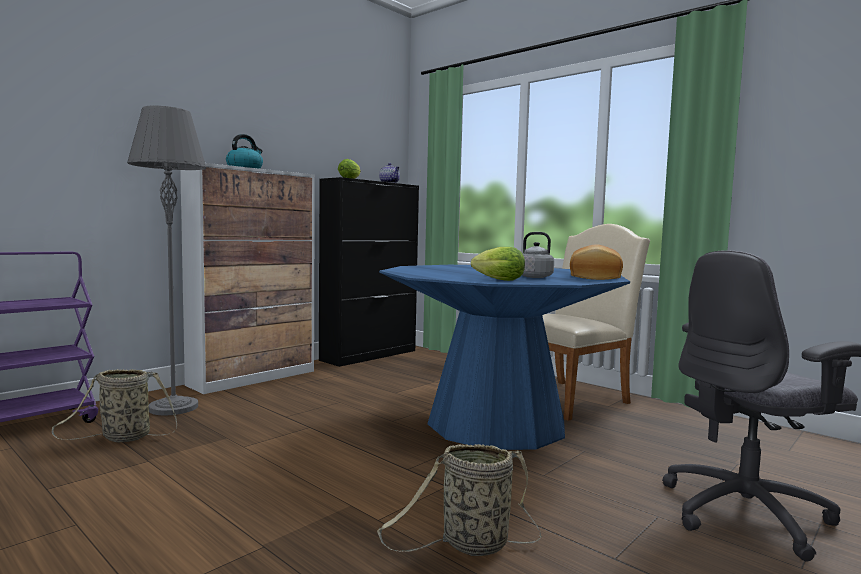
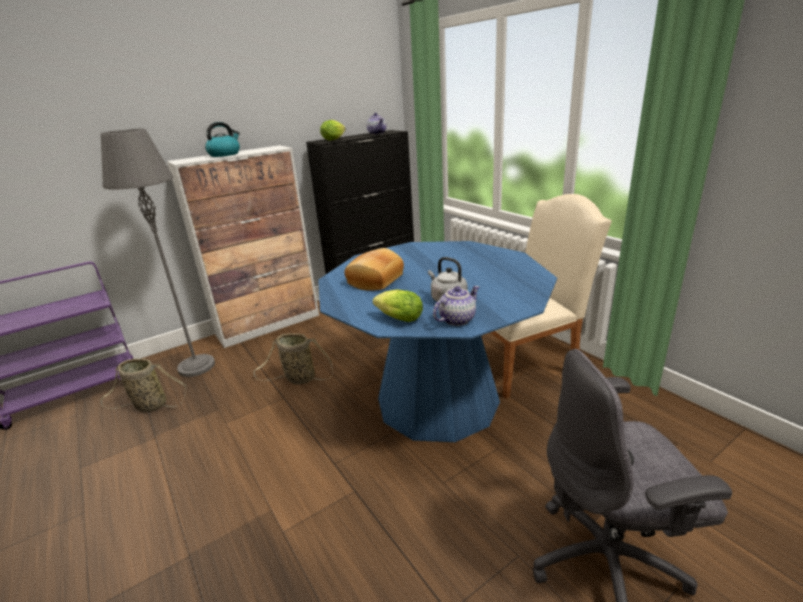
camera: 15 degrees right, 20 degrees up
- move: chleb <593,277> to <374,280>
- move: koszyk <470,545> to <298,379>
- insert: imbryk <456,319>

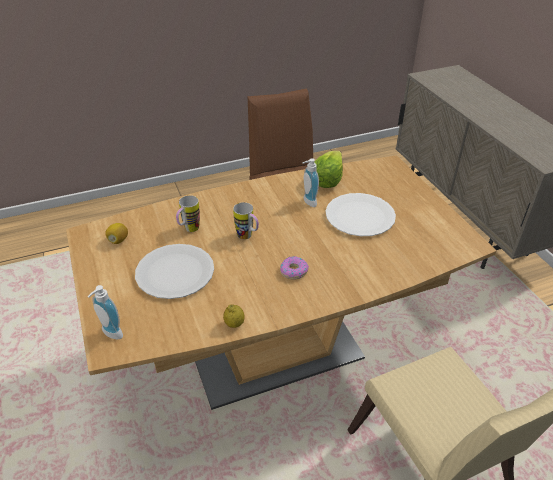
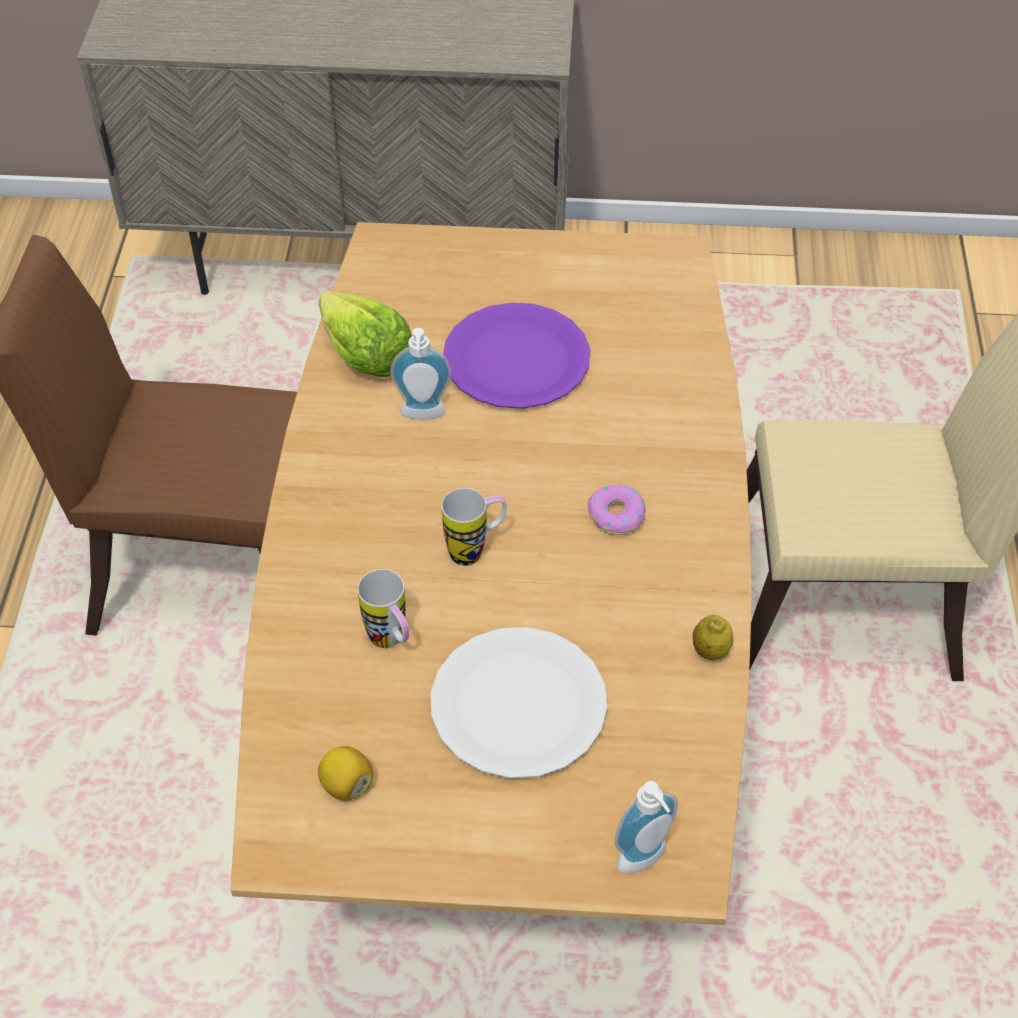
camera: 65 degrees left, 10 degrees up
- recolor: talerz (biały) <360,216> to talerz (fioletowy) <516,359>

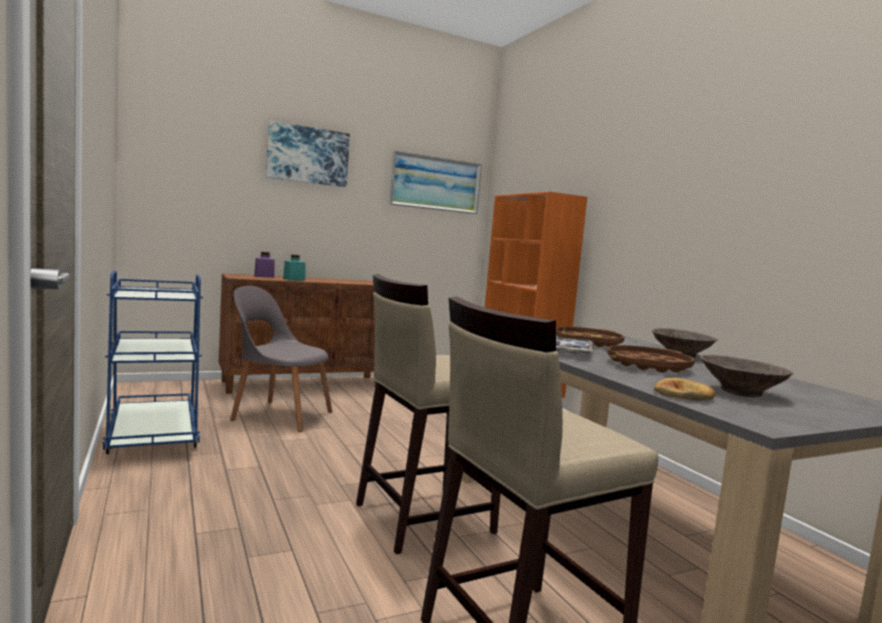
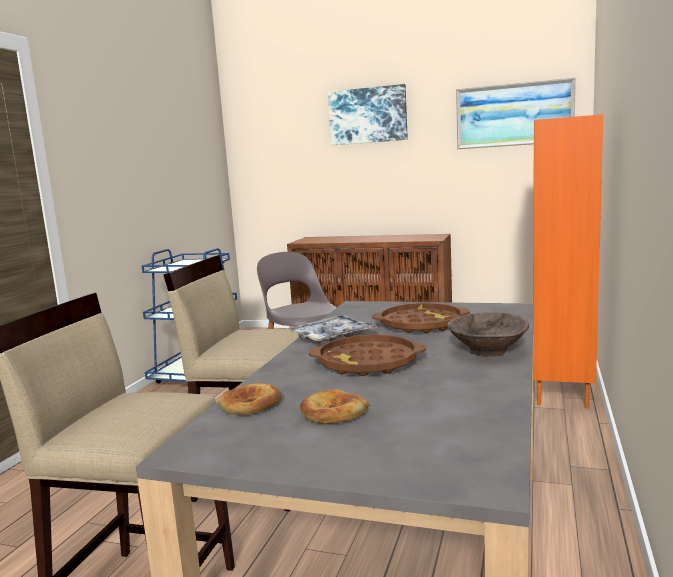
camera: 45 degrees right, 5 degrees up
- delete: słoik (fioletowy) <264,276>
- delete: słoik (turkusowy) <294,279>
- replace: miska (brązowy) <740,392> to chleb <333,412>

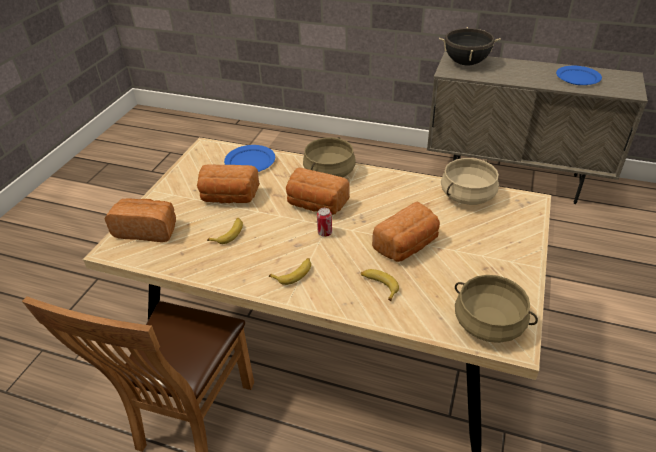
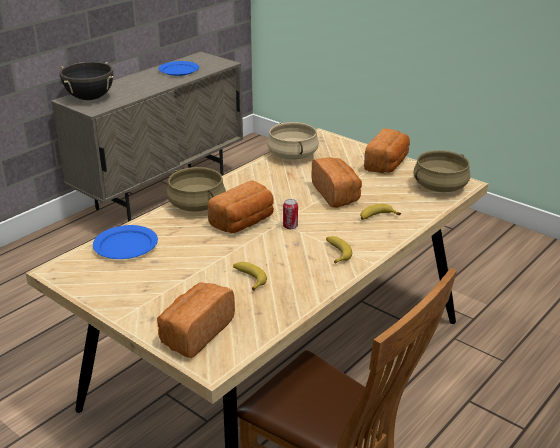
camera: 70 degrees left, 10 degrees down
- move: chleb <229,197> to <387,164>

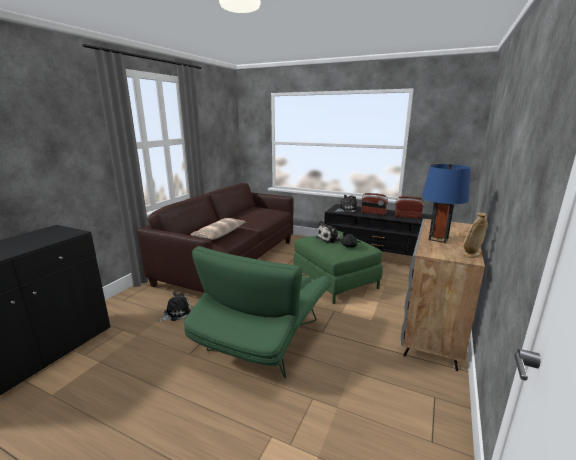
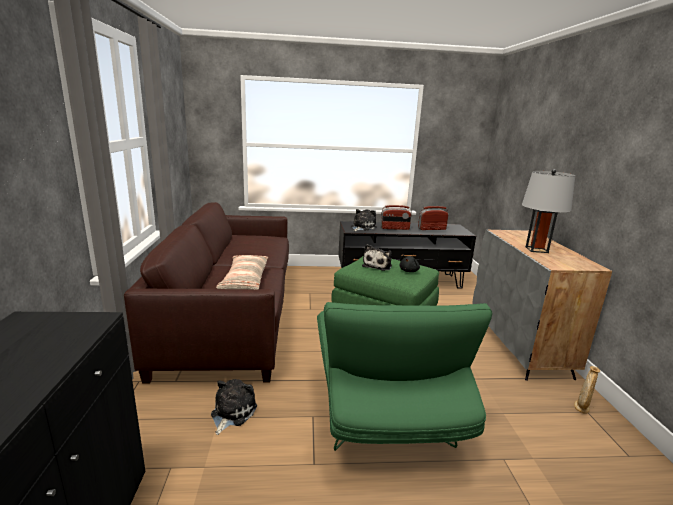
camera: 30 degrees left, 0 degrees up
- recolor: lampa stołowa (niebieski) <438,239> to lampa stołowa (szary) <536,249>
- move: wazon (beżowy) <471,255> to <581,407>

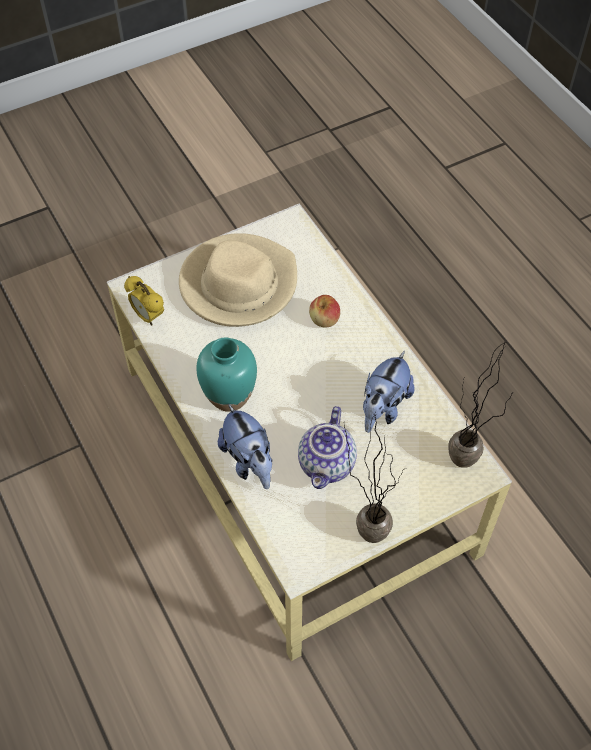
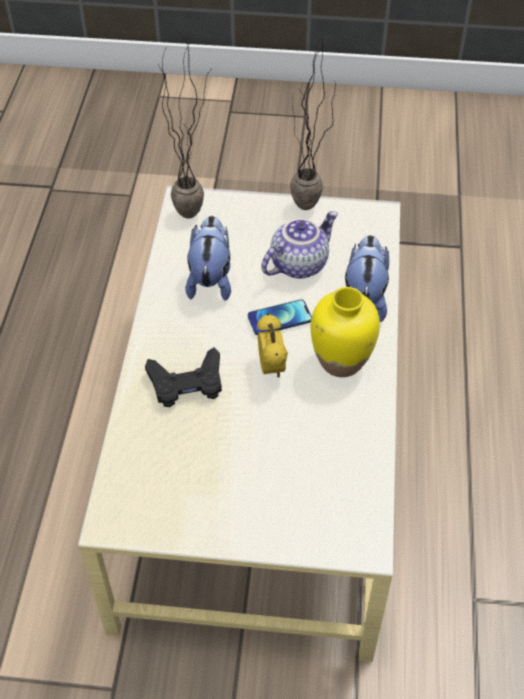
camera: 145 degrees left, 5 degrees down
- delete: kapelusz (beżowy) <238,284>
- move: budzik <148,317> to <271,368>
- replace: jabłko <324,320> to pad do gier (czarny) <186,383>
- recolor: wazon (turkusowy) <229,396> to wazon (żółty) <341,362>
- rotate: pluszak <383,408> = <211,279> 60 degrees counterclockwise
- insert: telefon <279,318>

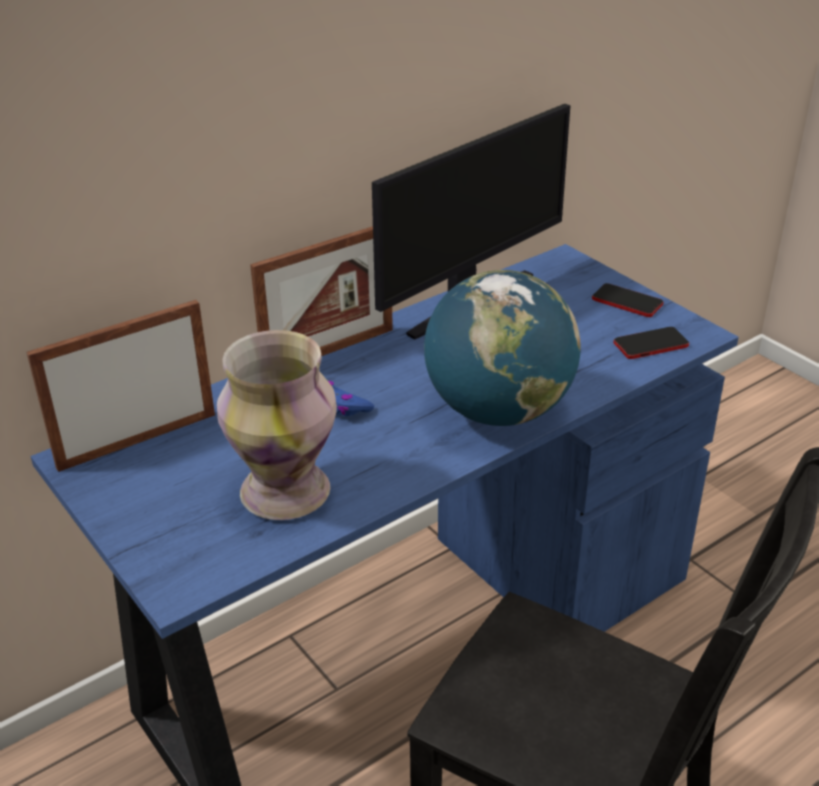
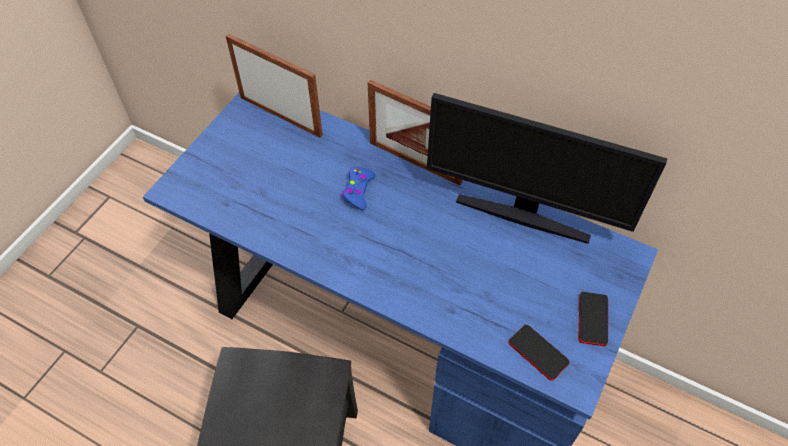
camera: 65 degrees right, 20 degrees up
- delete: globus <498,411>
- delete: wazon <285,491>

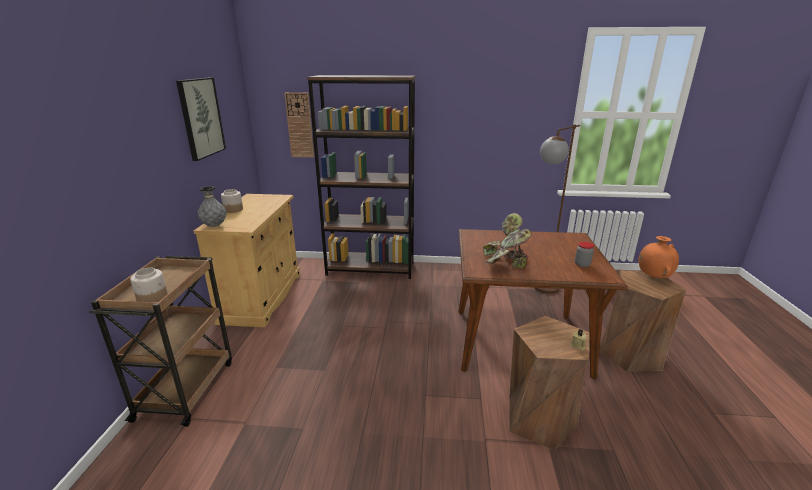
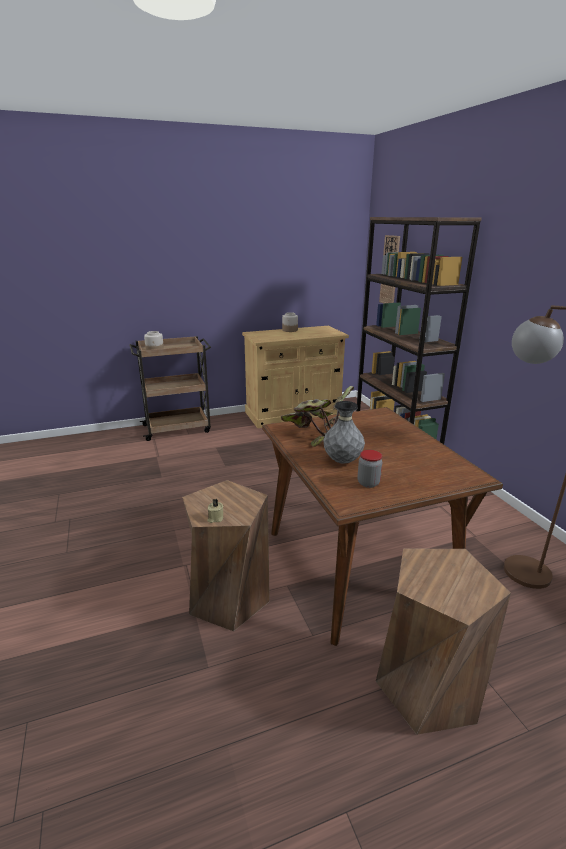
camera: 65 degrees right, 0 degrees up
- delete: obraz <201,118>
- move: wazon (szary) <214,226> to <342,461>
- delete: wazon (pomarańczowy) <653,277>

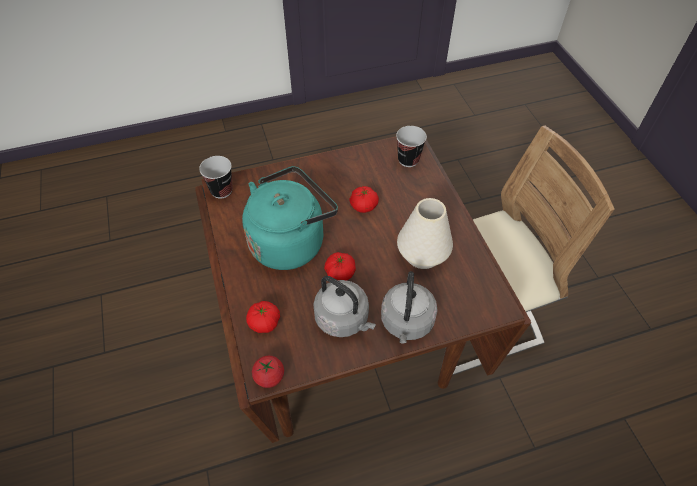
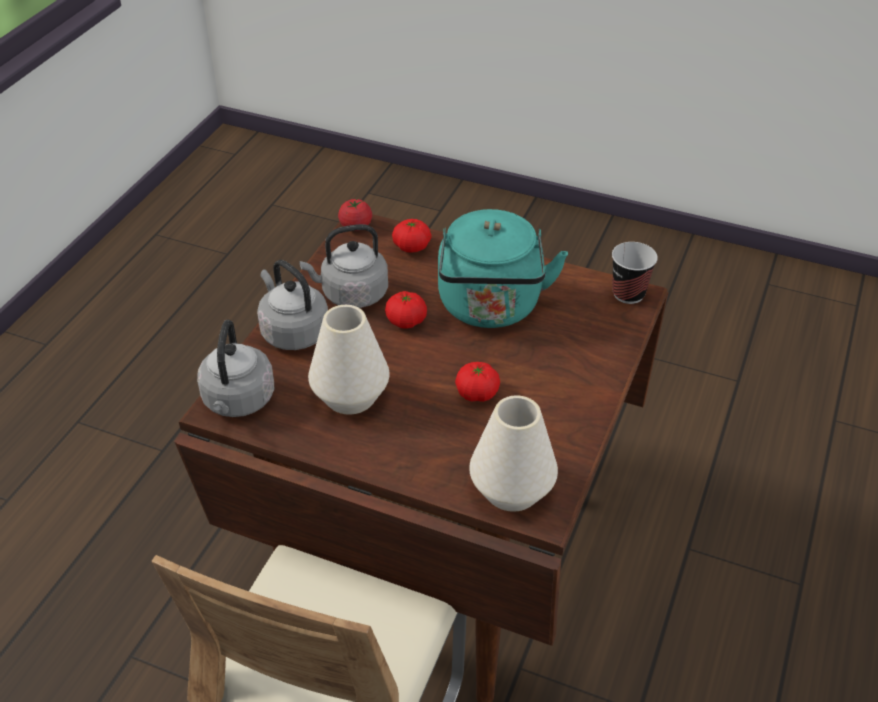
camera: 130 degrees right, 10 degrees down
- replace: filiżanka <408,160> to wazon (biały) <511,490>
- insert: czajnik (szary) <238,401>

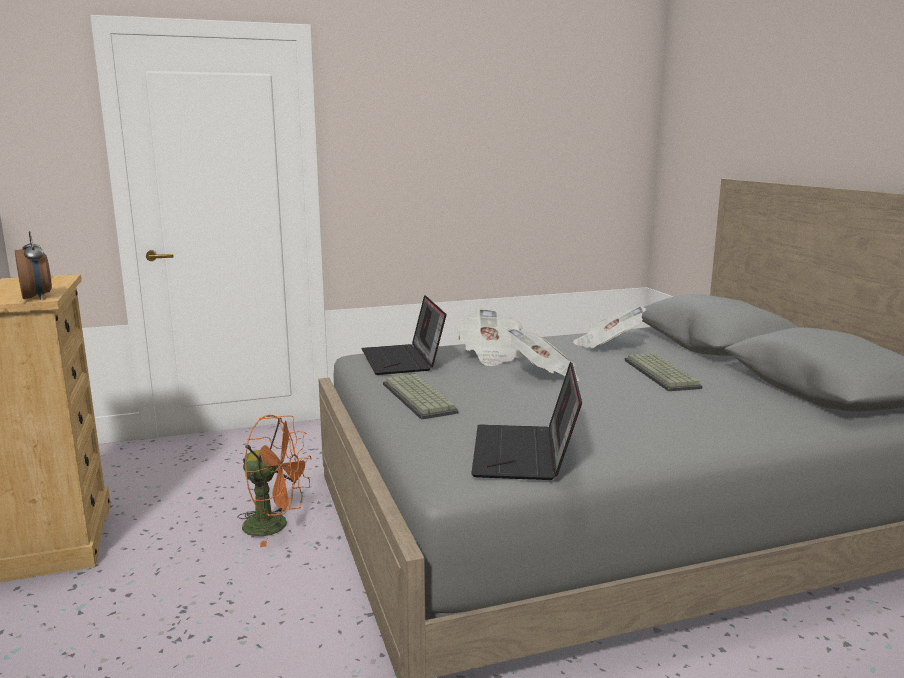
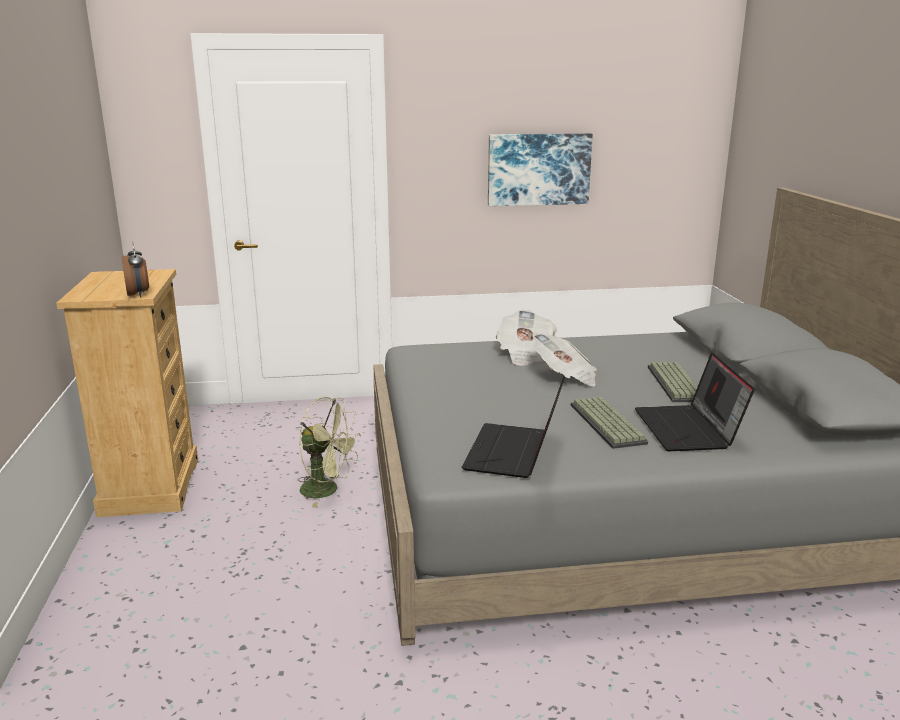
camera: 10 degrees right, 5 degrees up
- move: laptop <403,360> to <689,430>
- delete: gazeta <607,345>
- move: klawiatura <420,398> to <609,424>
- recolor: wentylator (pomarańczowy) <275,526> to wentylator (zielony) <327,490>
- insert: obraz <538,169>

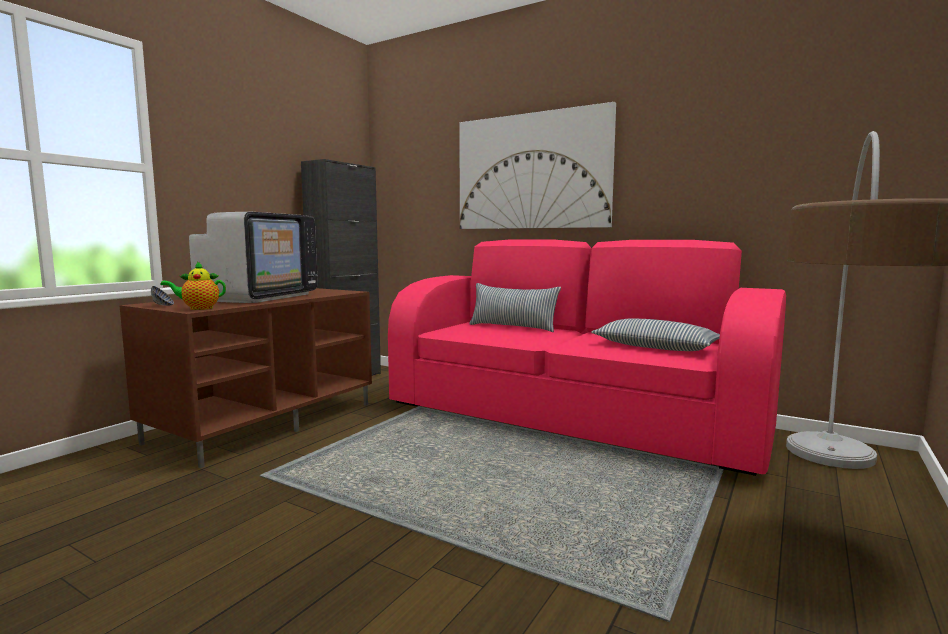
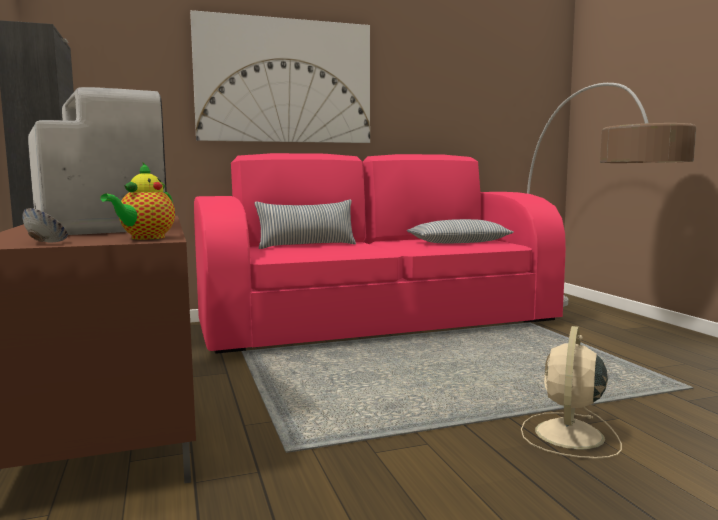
camera: 50 degrees left, 0 degrees up
- insert: wentylator (beżowy) <569,436>

